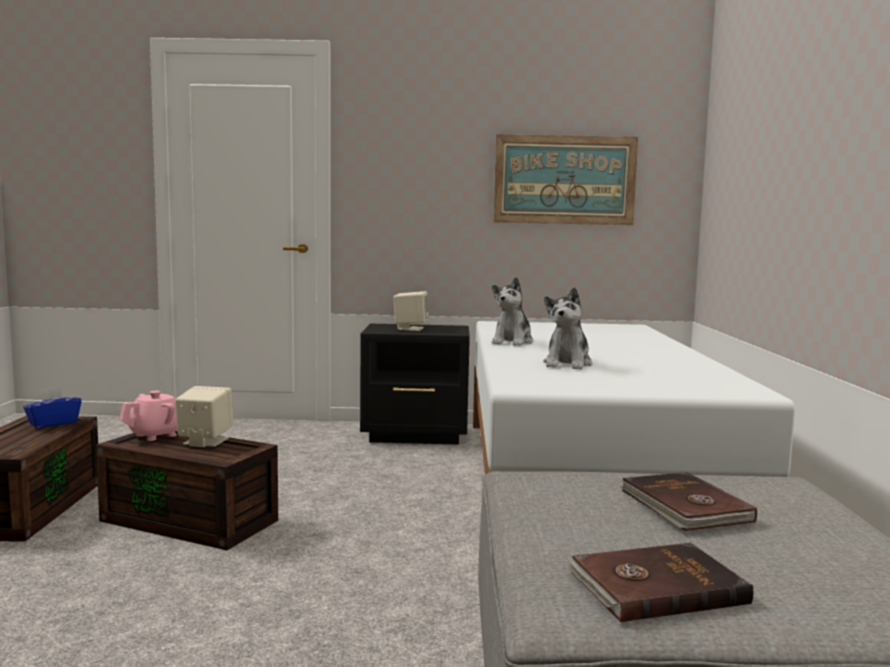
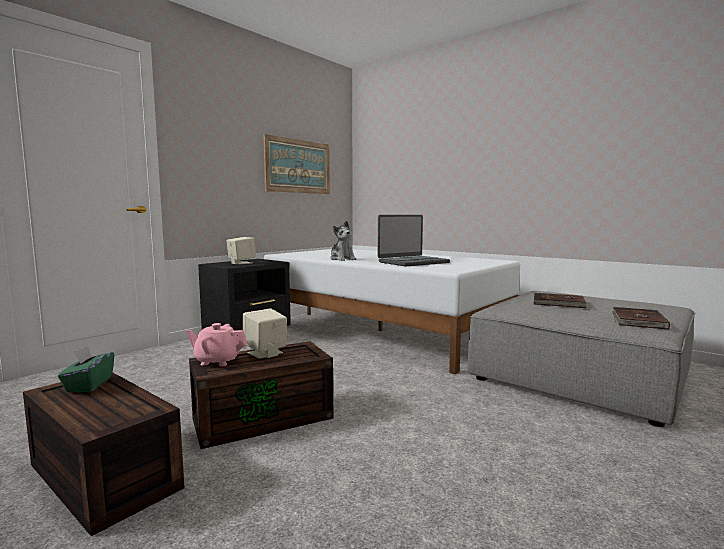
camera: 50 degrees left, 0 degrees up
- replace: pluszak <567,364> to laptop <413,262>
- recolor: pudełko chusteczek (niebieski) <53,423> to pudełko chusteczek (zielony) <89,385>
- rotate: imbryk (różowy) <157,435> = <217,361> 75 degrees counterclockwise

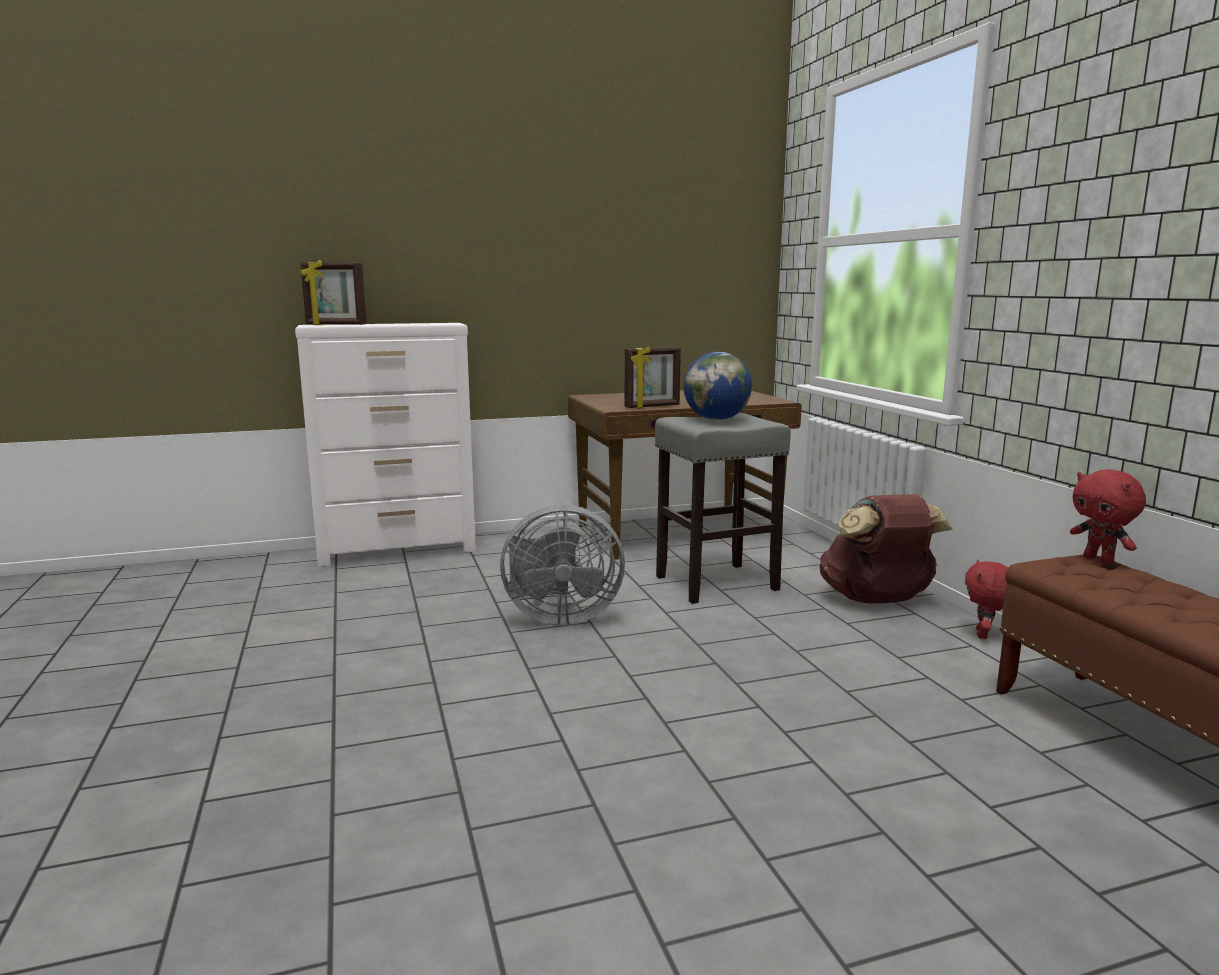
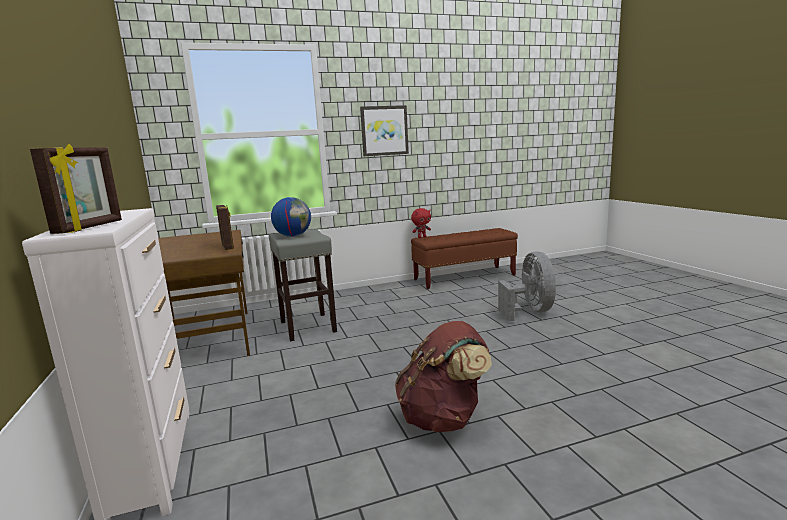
camera: 90 degrees left, 0 degrees up
- move: plecak (brązowy) <877,600> to <443,418>
- move: wentylator (szary) <558,617> to <530,311>
- delete: pluszak (czerwony) <983,635>
- insert: obraz <384,130>

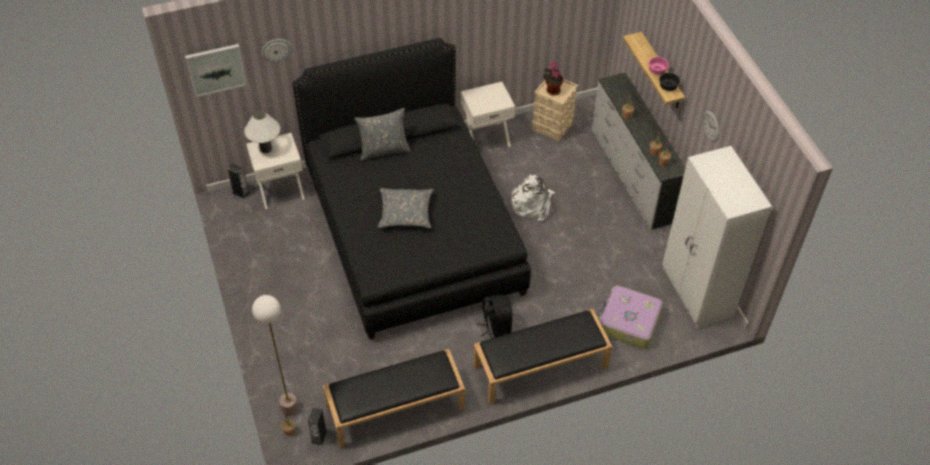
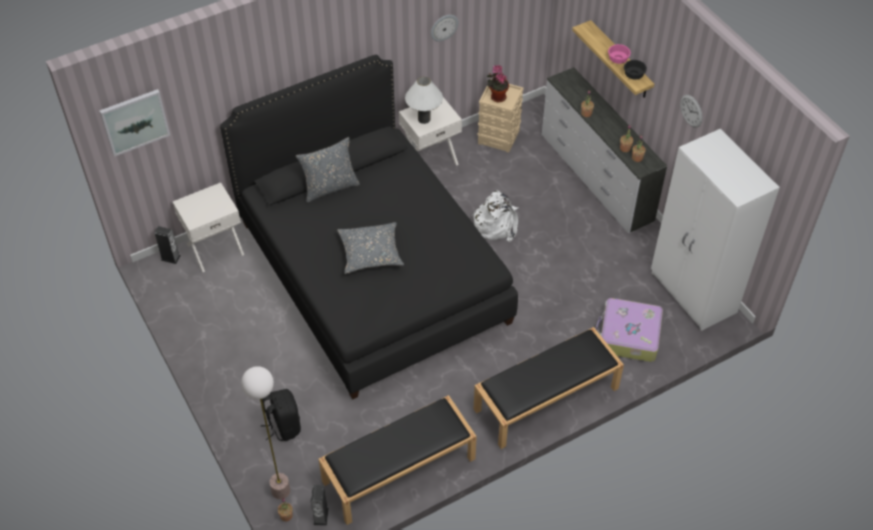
camera: 10 degrees left, 0 degrees up
- move: zegar ścienny <276,50> to <444,27>
- move: lampa stołowa (biały) <266,149> to <424,119>
- move: plecak (czarny) <496,327> to <283,426>

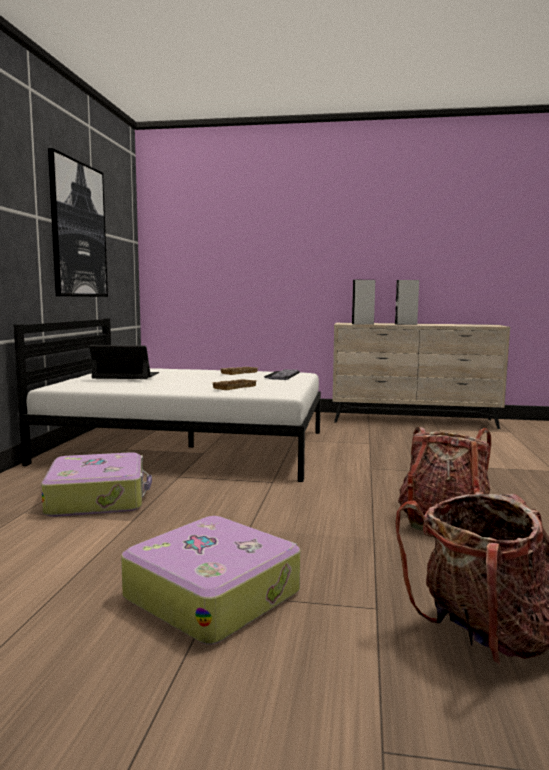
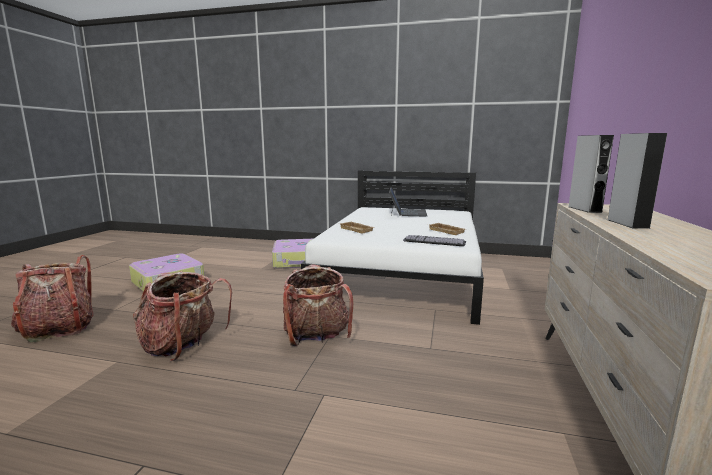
camera: 95 degrees right, 5 degrees up
- delete: obraz <78,230>
- insert: plecak <316,337>

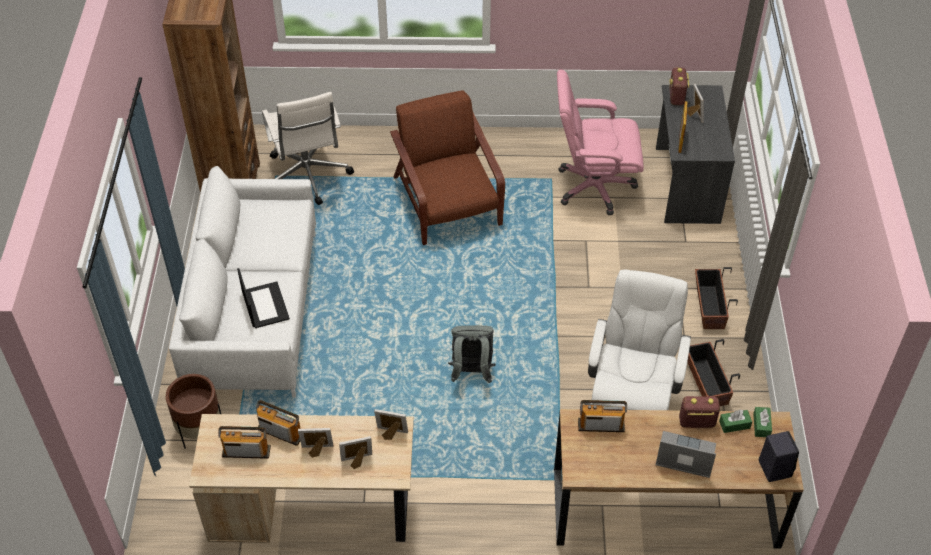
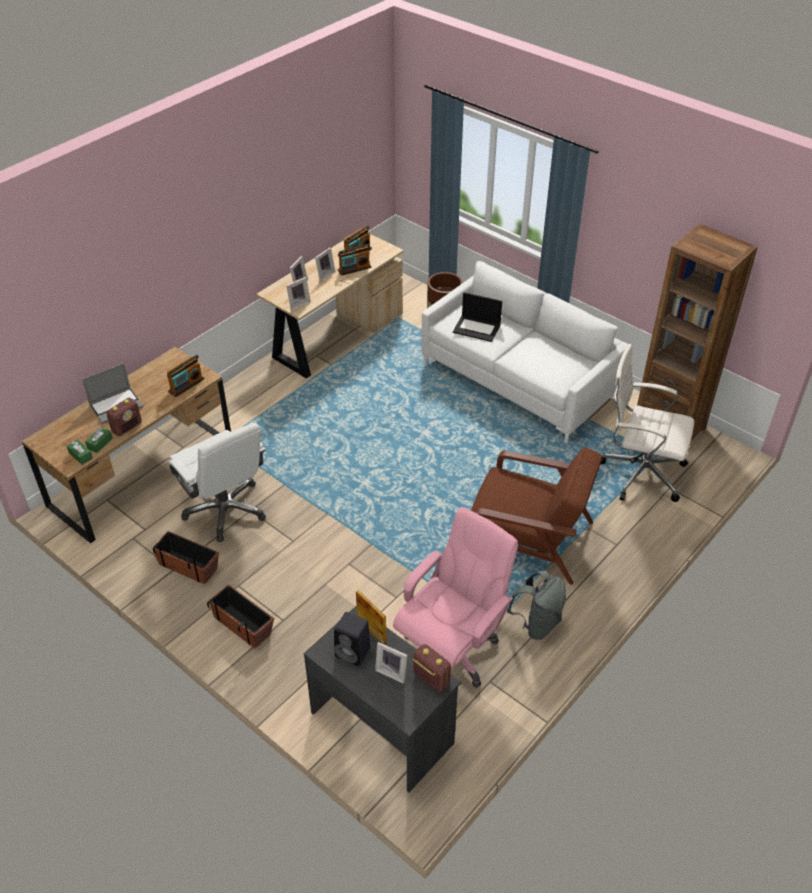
camera: 130 degrees right, 5 degrees down
- move: plecak (szary) <471,372> to <537,624>
- move: głośnik (czarny) <774,467> to <353,652>

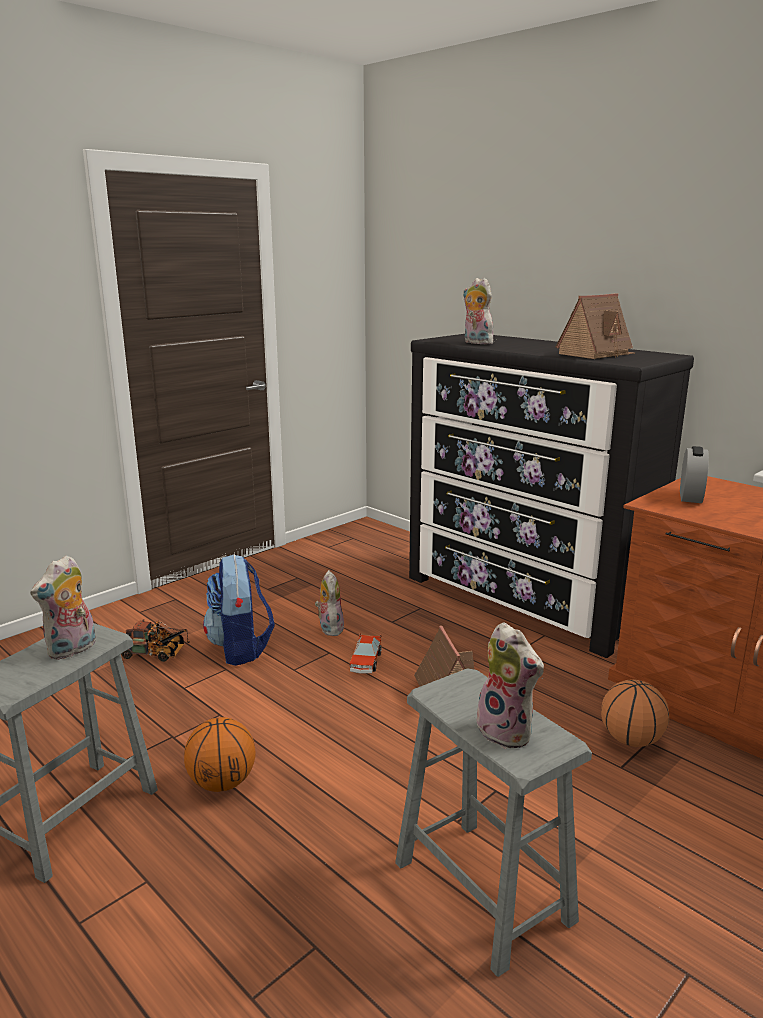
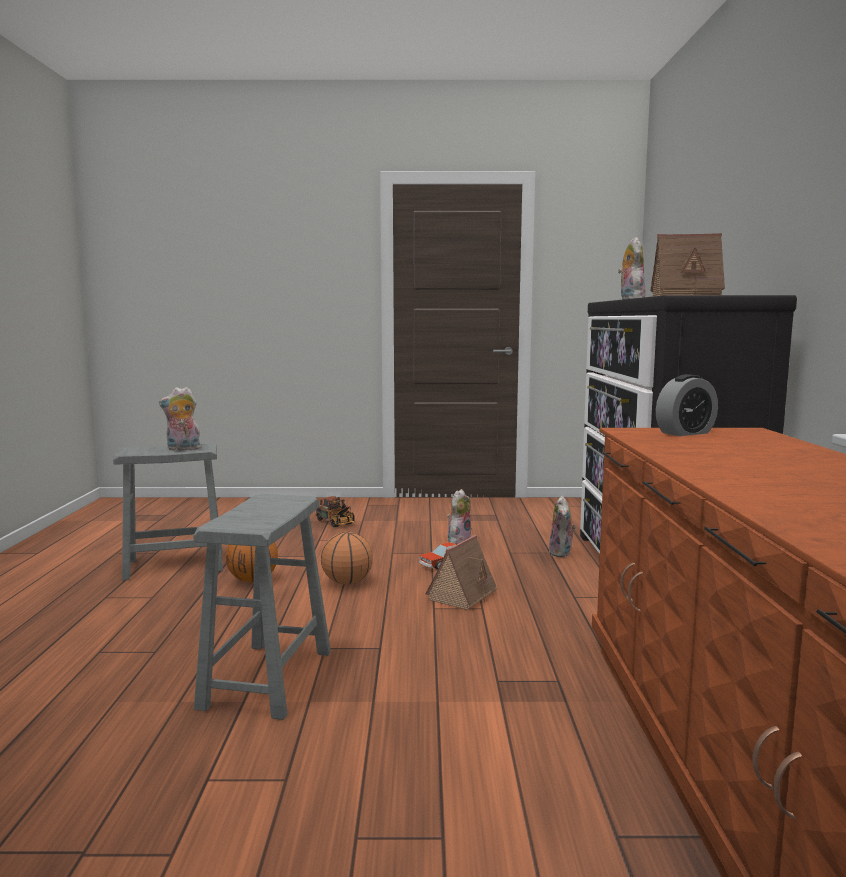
camera: 45 degrees right, 10 degrees down
- delete: plecak <240,648>
- move: pluszak <508,731> to <562,553>
- move: piłka do koszykówki <631,740> to <347,582>

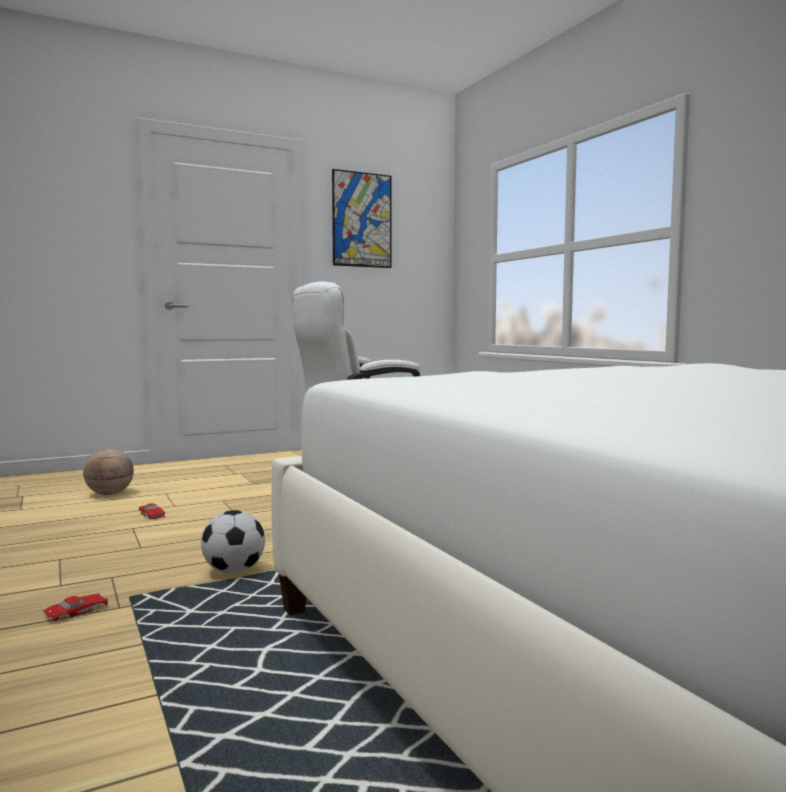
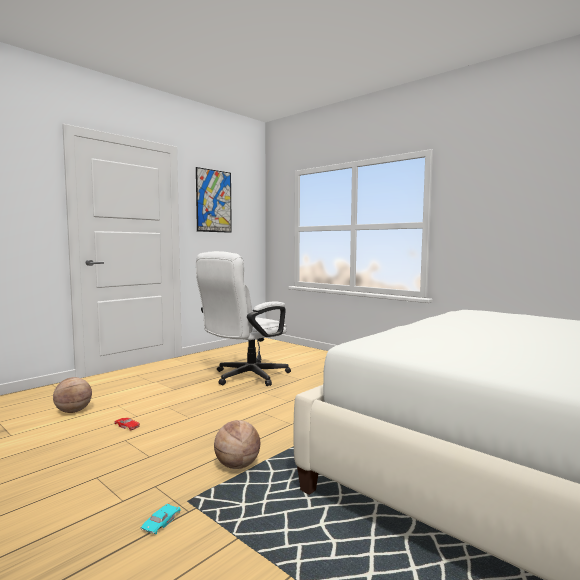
camera: 20 degrees left, 0 degrees up
- replace: piłka futbolowa <234,571> to piłka do koszykówki <237,466>
- recolor: samochodzik (czerwony) <76,612> to samochodzik (turkusowy) <161,522>

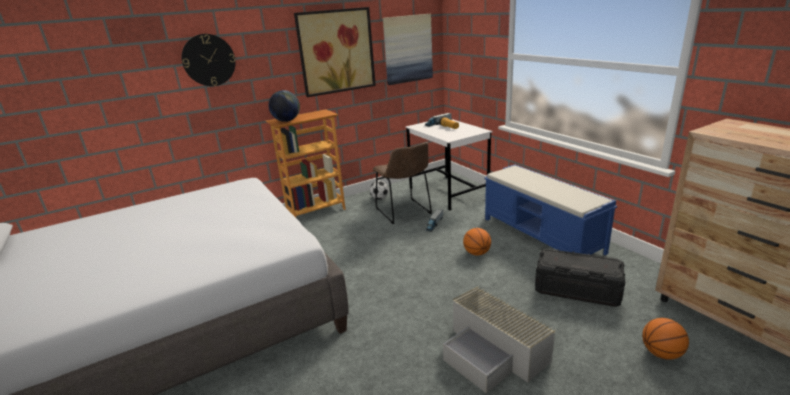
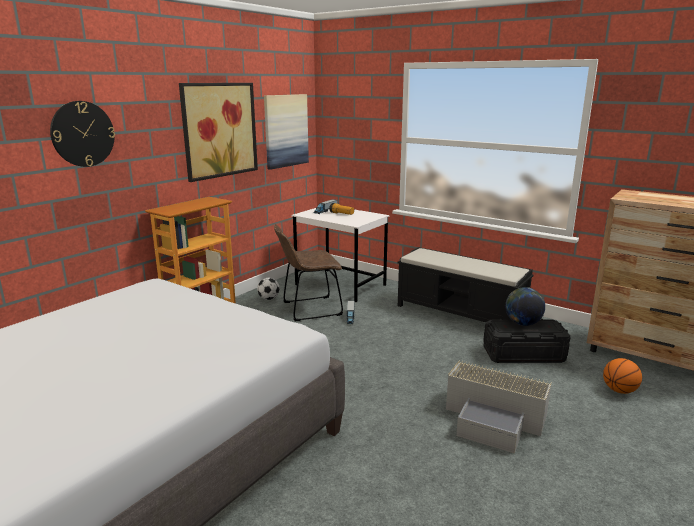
camera: 25 degrees left, 5 degrees down
- move: globus <286,121> to <522,323>
- rotate: krzesło (brązowy) <404,212> = <308,309> 120 degrees clockwise
- recolor: ławka (niebieski) <542,235> to ławka (czarny) <460,313>
- delete: piłka do koszykówki <477,253>

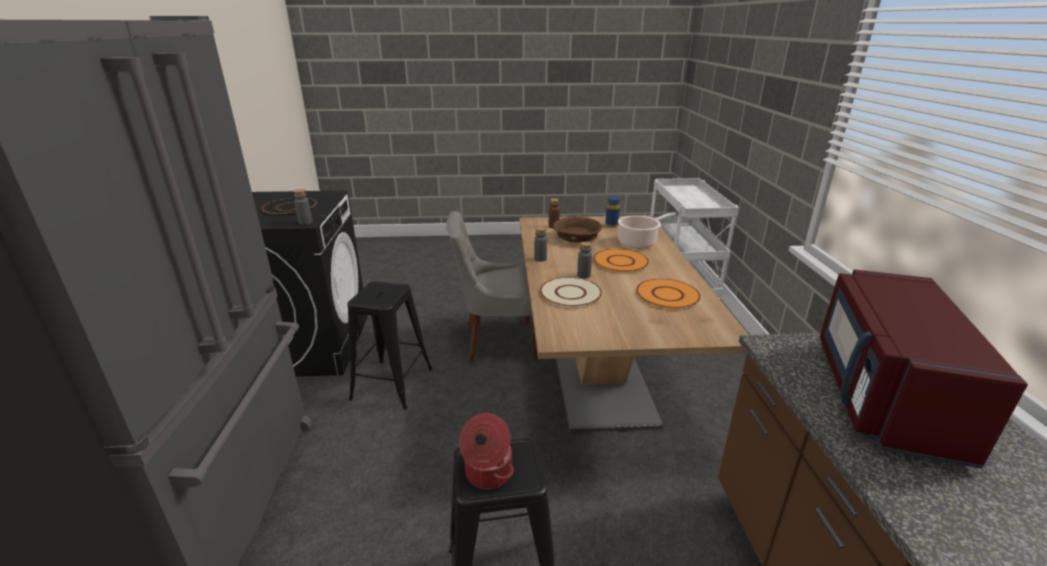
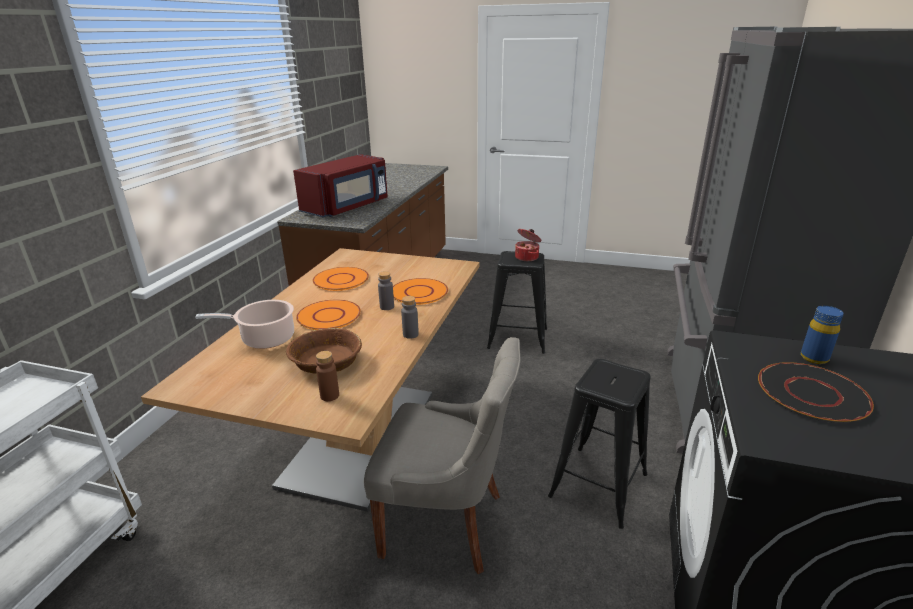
camera: 160 degrees left, 0 degrees up
- delete: butelka (szary) <305,222>
- move: butelka (niebieski) <611,225> to <814,358>
- recolor: talerz (beżowy) <570,293> to talerz (pomarańczowy) <419,293>

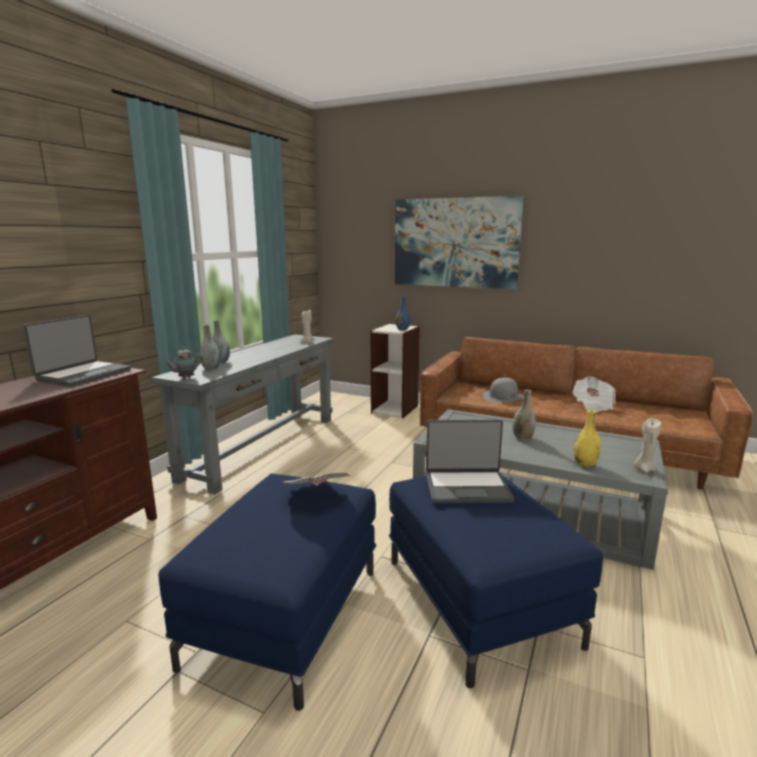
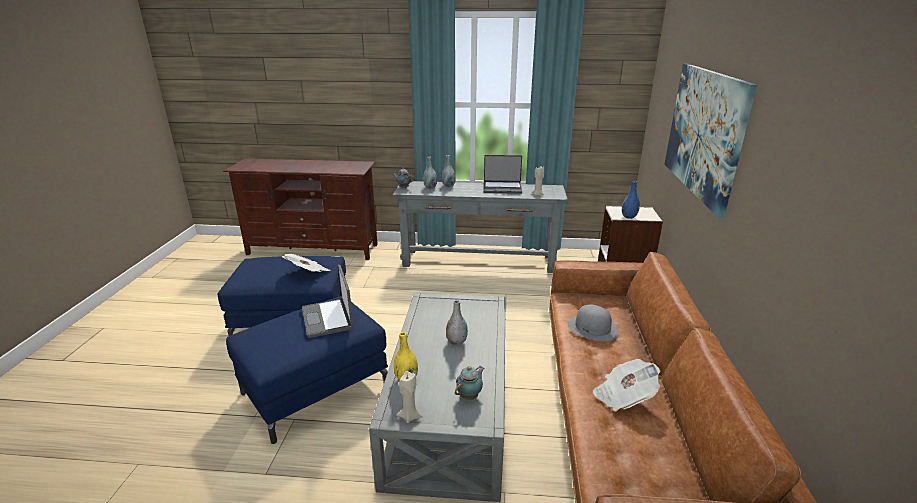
camera: 70 degrees right, 10 degrees up
- move: laptop <83,375> to <502,188>
- insert: imbryk <470,396>

